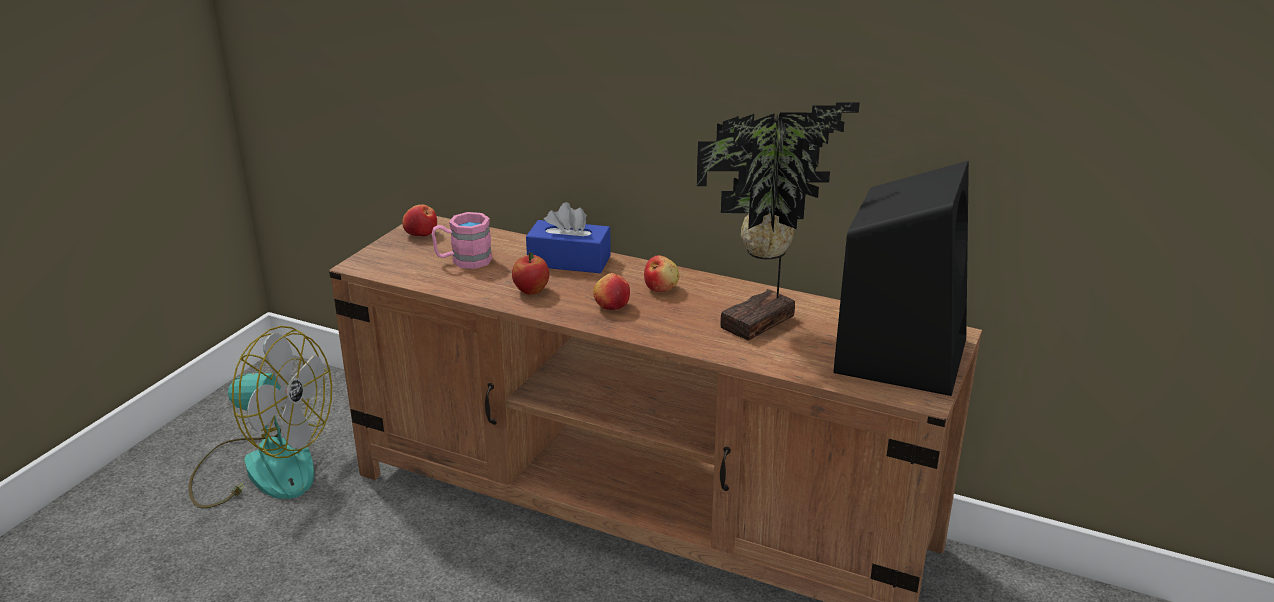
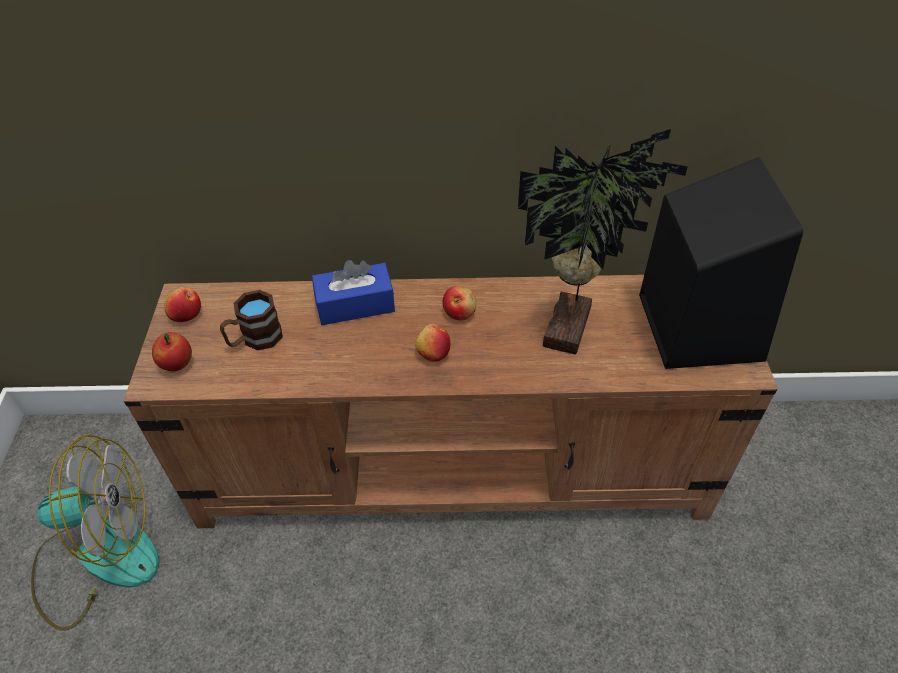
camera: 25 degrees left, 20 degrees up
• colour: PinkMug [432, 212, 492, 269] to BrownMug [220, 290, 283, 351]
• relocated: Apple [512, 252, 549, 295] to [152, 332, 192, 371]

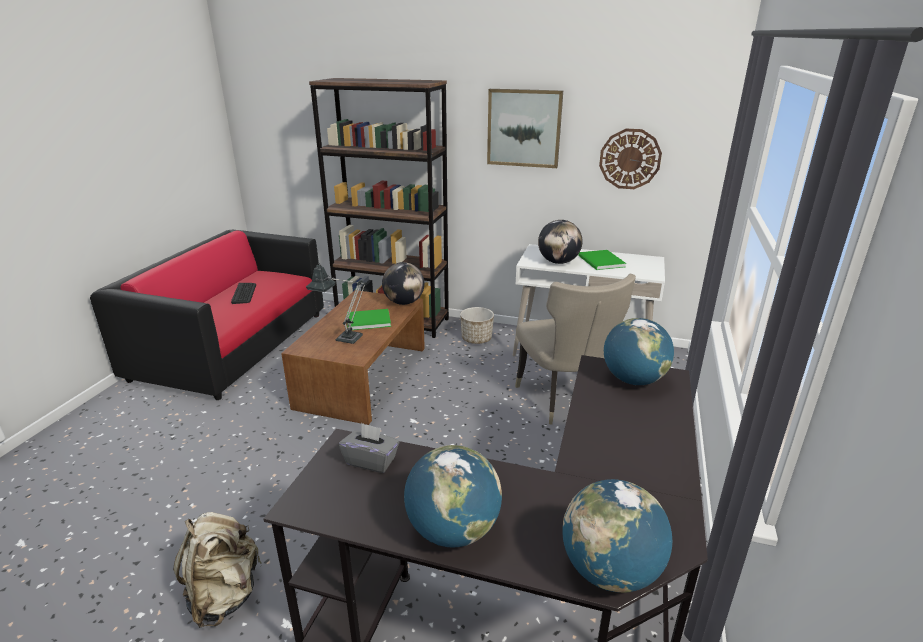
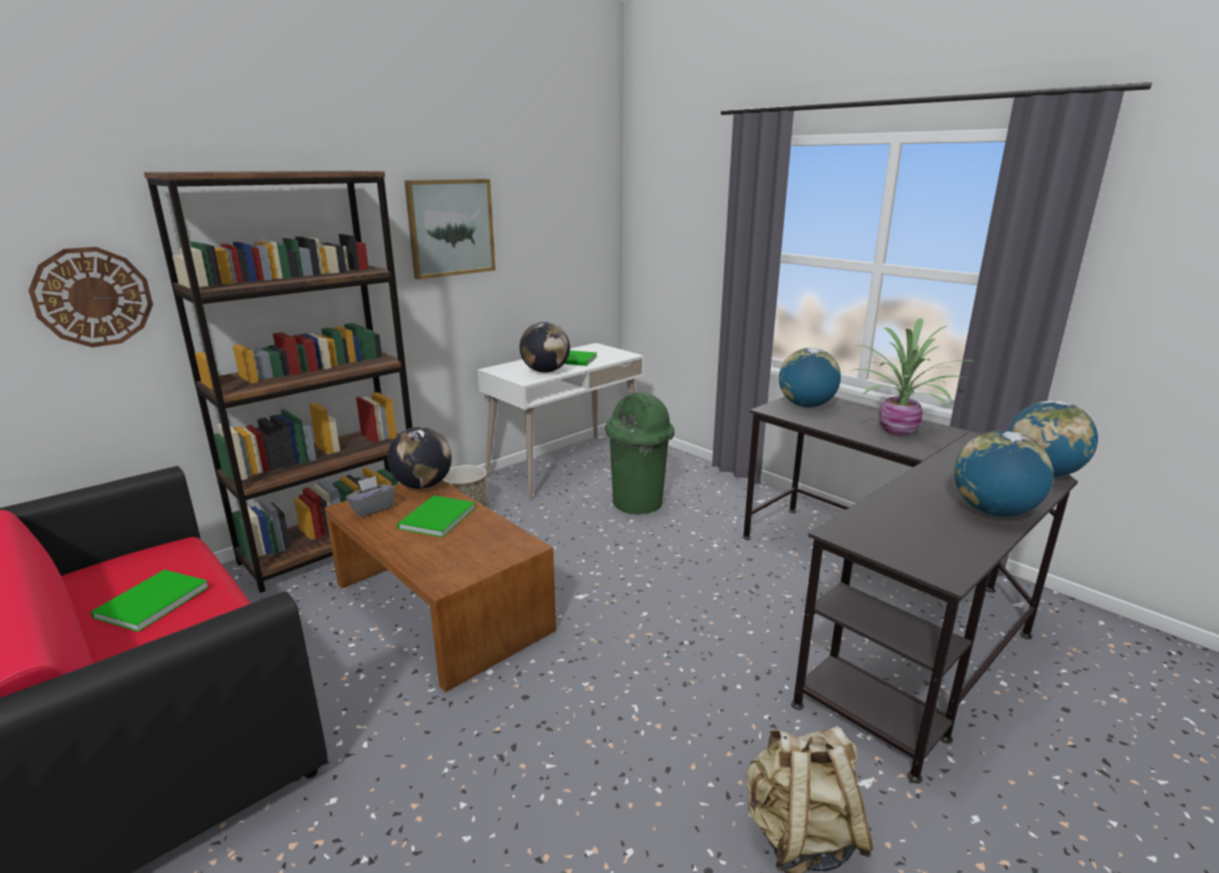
camera: 60 degrees left, 5 degrees down
• exchanged: Keyboard [231, 283, 256, 304] to GreenBook [90, 570, 209, 632]
• missing: TableLamp [306, 263, 366, 344]
• relocated: GreyTissueBox [339, 423, 399, 473] to [346, 476, 395, 517]
• exchanged: BeigeChair [515, 274, 636, 425] to GreenTrashCan [605, 392, 674, 515]
• relocated: WallClock [599, 129, 662, 189] to [28, 247, 153, 347]
• appeared: PottedPlant [850, 318, 975, 436]

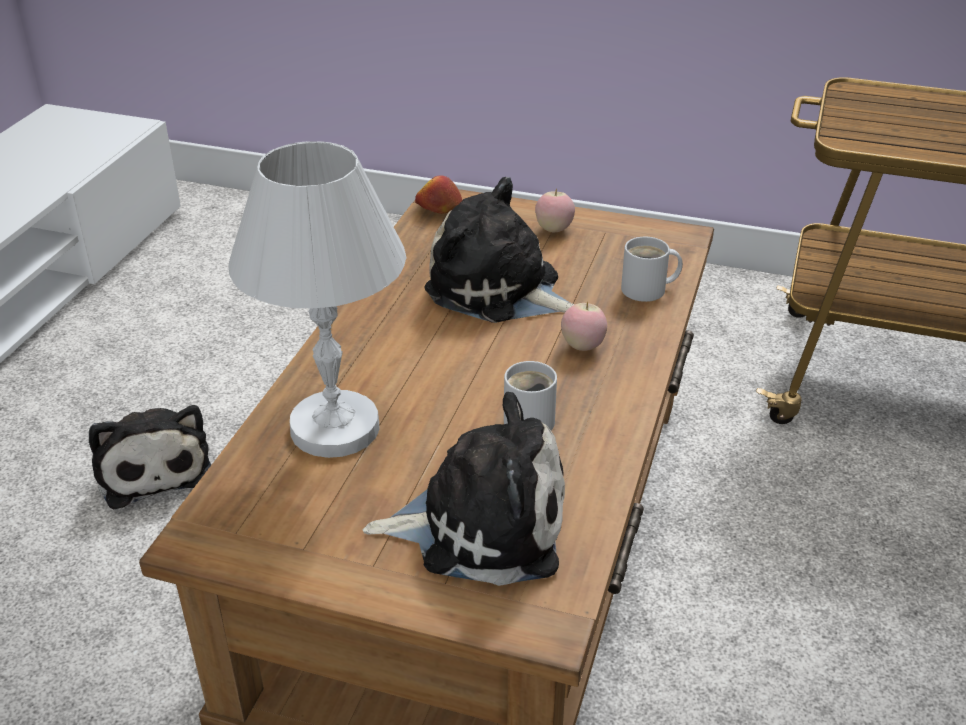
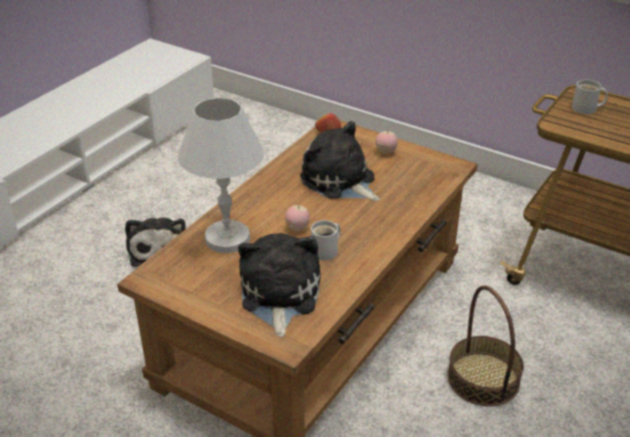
camera: 15 degrees right, 0 degrees up
• spun: PlushToy [363, 392, 565, 586] = [238, 233, 321, 337] 105 degrees counterclockwise
• relocated: Apple [561, 301, 607, 351] to [285, 205, 310, 231]
• relocated: WhiteMug [621, 237, 683, 302] to [572, 80, 608, 114]
• appeared: Basket [447, 285, 524, 406]

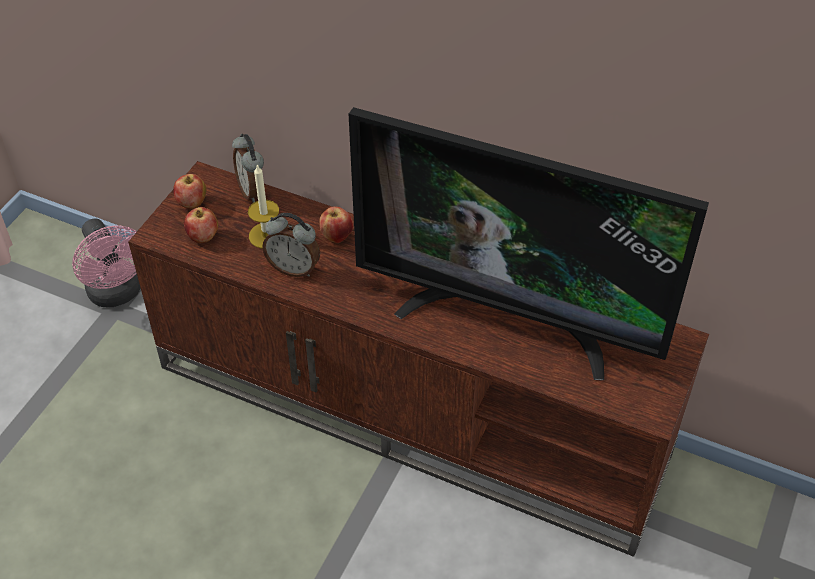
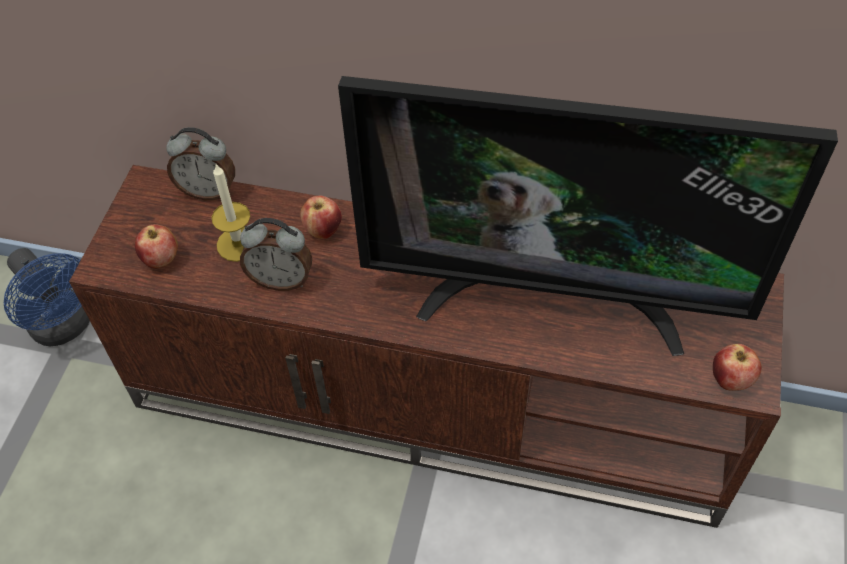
camera: 10 degrees left, 5 degrees up
• colour: PinkFan [72, 218, 140, 307] to BlueFan [4, 248, 90, 346]
• relocated: Apple [173, 174, 206, 209] to [713, 344, 762, 391]
• spun: AlarmClock [232, 134, 264, 203] = [166, 127, 235, 200] 45 degrees counterclockwise

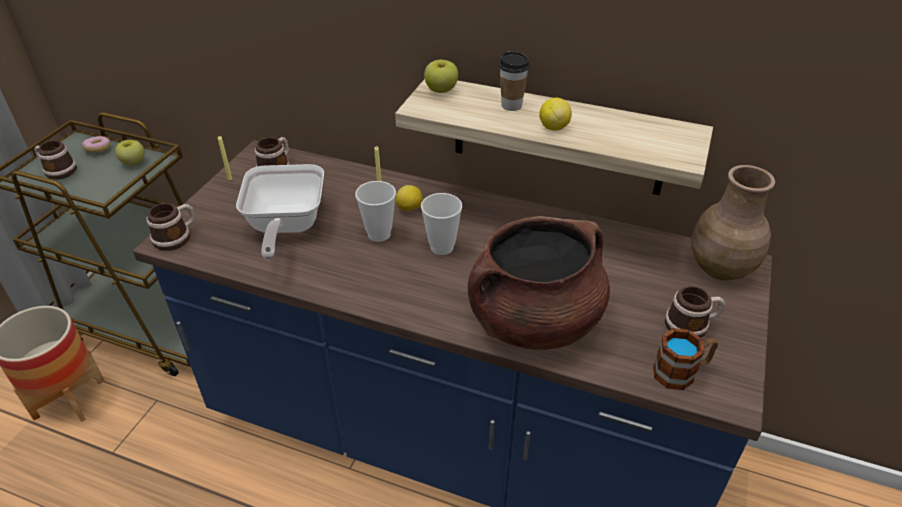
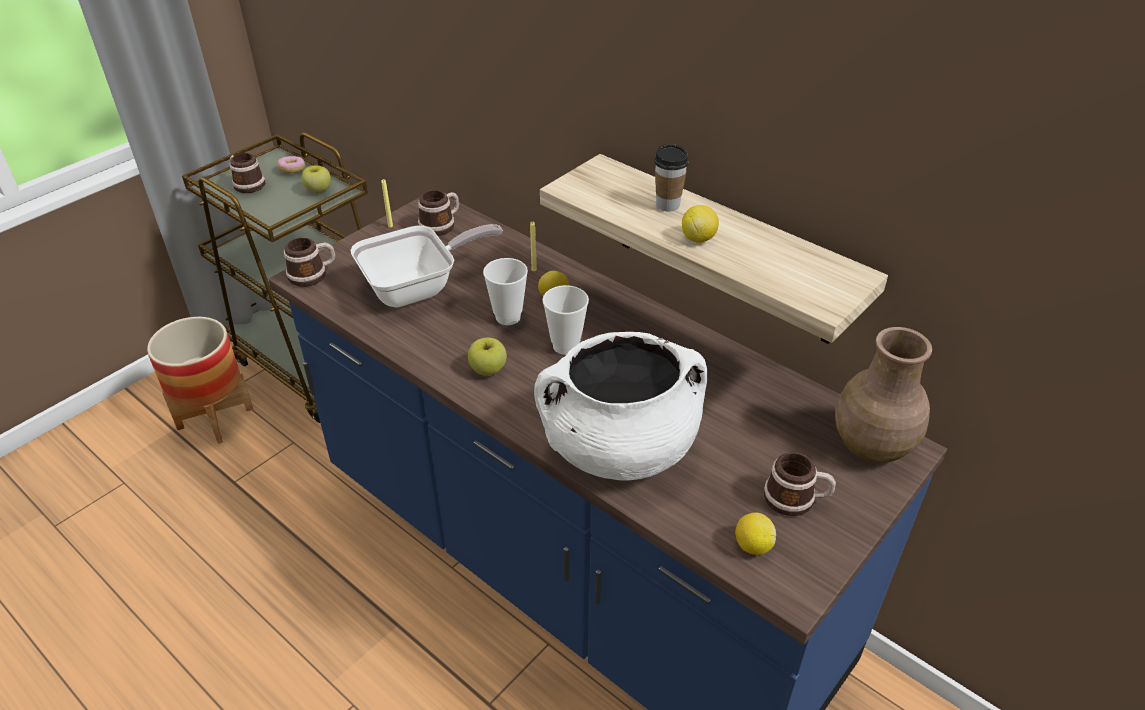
camera: 20 degrees right, 0 degrees up
• spun: FryingPan [236, 164, 324, 260] = [350, 224, 503, 308] 135 degrees counterclockwise
• relocated: Apple [424, 60, 458, 93] to [468, 338, 507, 376]
• colour: BrownCookingPot [468, 216, 610, 350] to WhiteCookingPot [534, 332, 707, 480]
• exchanged: Mug [653, 328, 718, 390] to Lemon [735, 512, 776, 555]

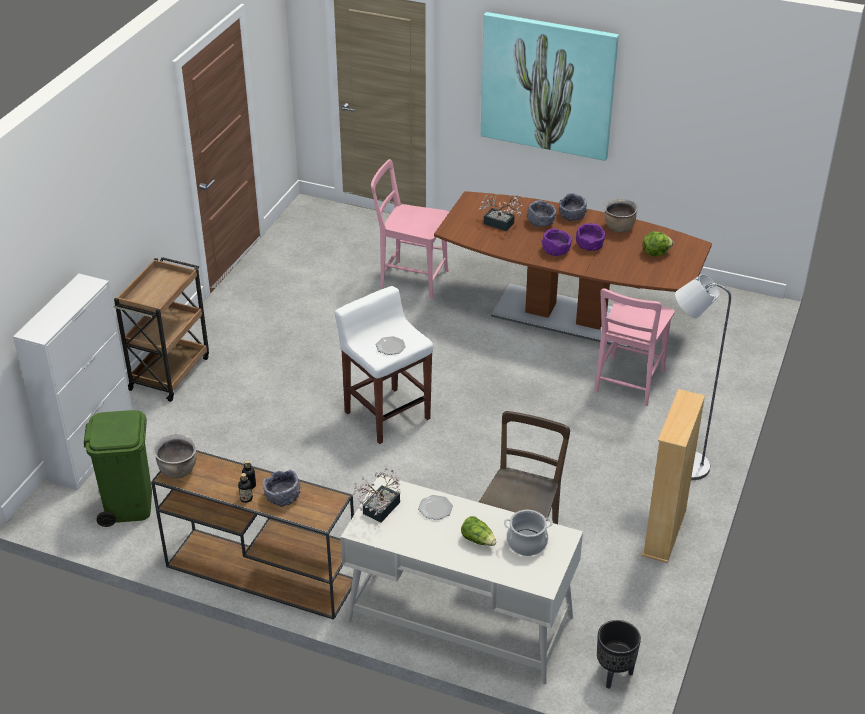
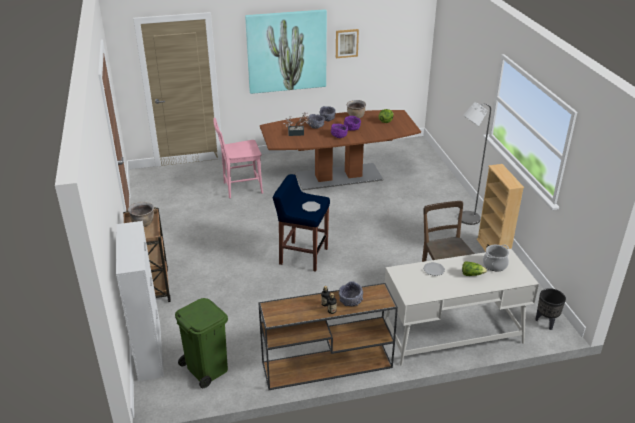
camera: 35 degrees left, 5 degrees down
• relocated: BrownCookingPot [153, 434, 197, 479] to [128, 202, 154, 227]
• colour: WhiteStool [334, 286, 433, 444] to BlueStool [273, 174, 330, 272]
• missing: PottedPlant [353, 468, 401, 522]
• missing: PinkChair [595, 288, 675, 406]
• appeared: Picture [336, 29, 359, 58]

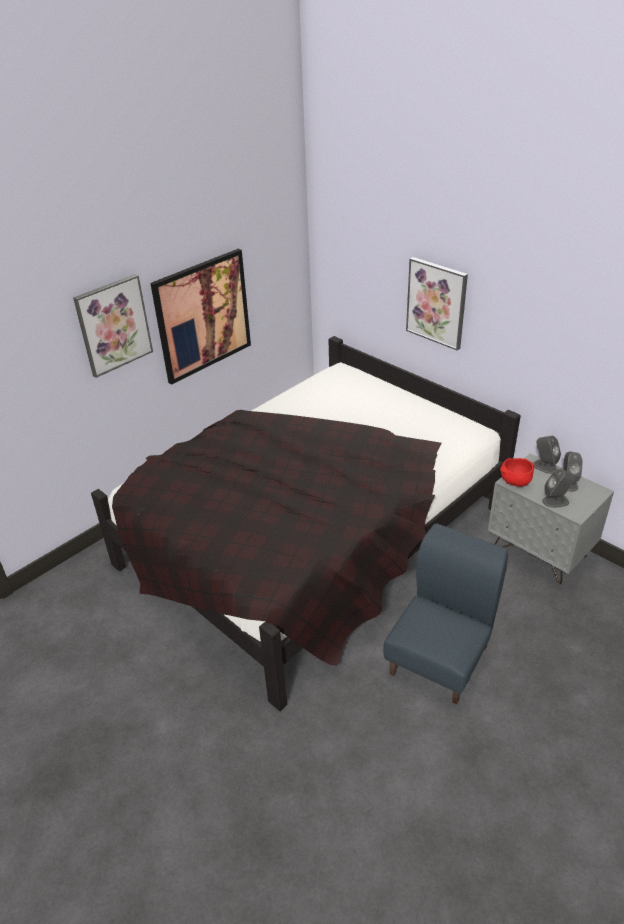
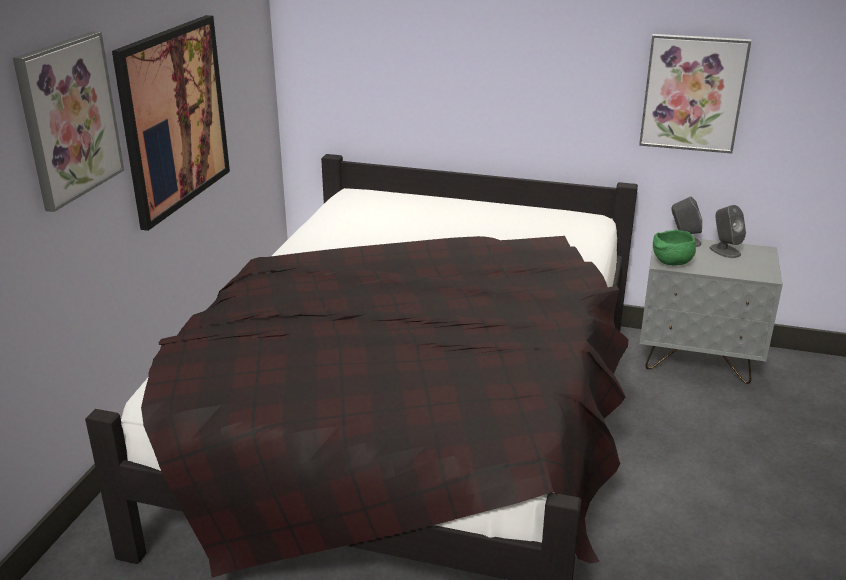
camera: 30 degrees left, 10 degrees down
• missing: BlueChair [383, 524, 508, 704]
• relocated: Picture [406, 257, 468, 350] to [639, 34, 751, 154]
• colour: RedBowl [500, 458, 535, 487] to GreenBowl [653, 229, 696, 265]
• missing: GreySpeaker [542, 469, 575, 508]

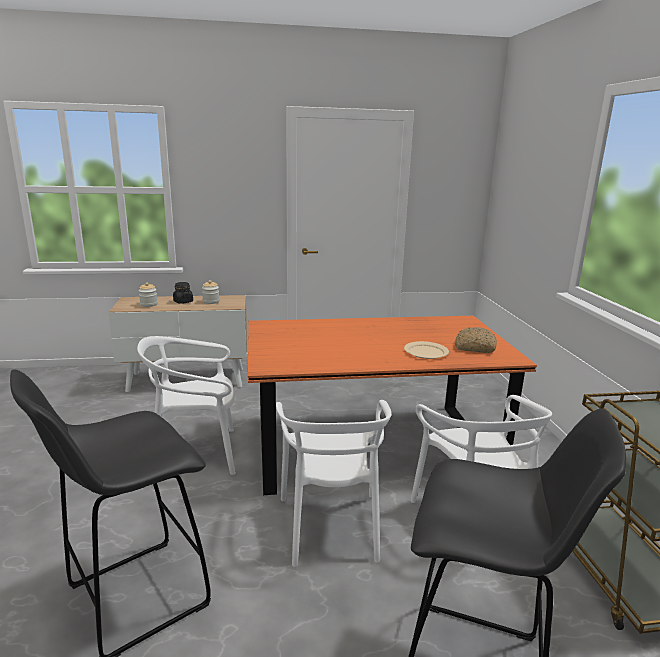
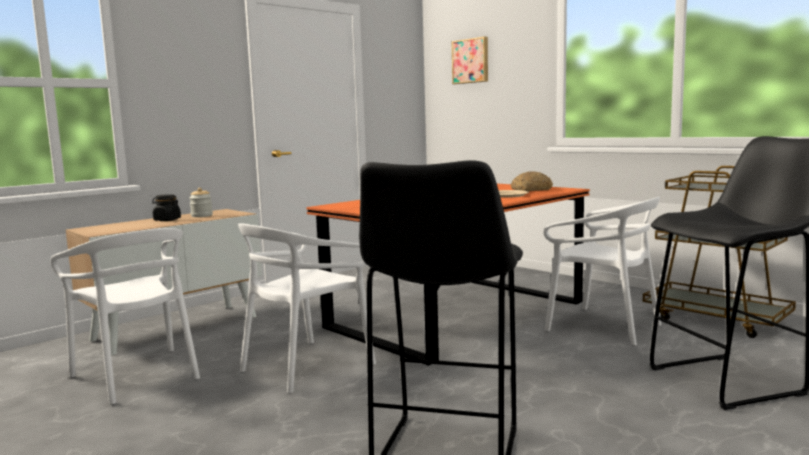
camera: 35 degrees left, 10 degrees down
• missing: Jar [138, 282, 158, 307]
• relocated: WhiteChair [276, 400, 391, 567] to [50, 228, 200, 405]
• appeared: Picture [452, 36, 488, 84]

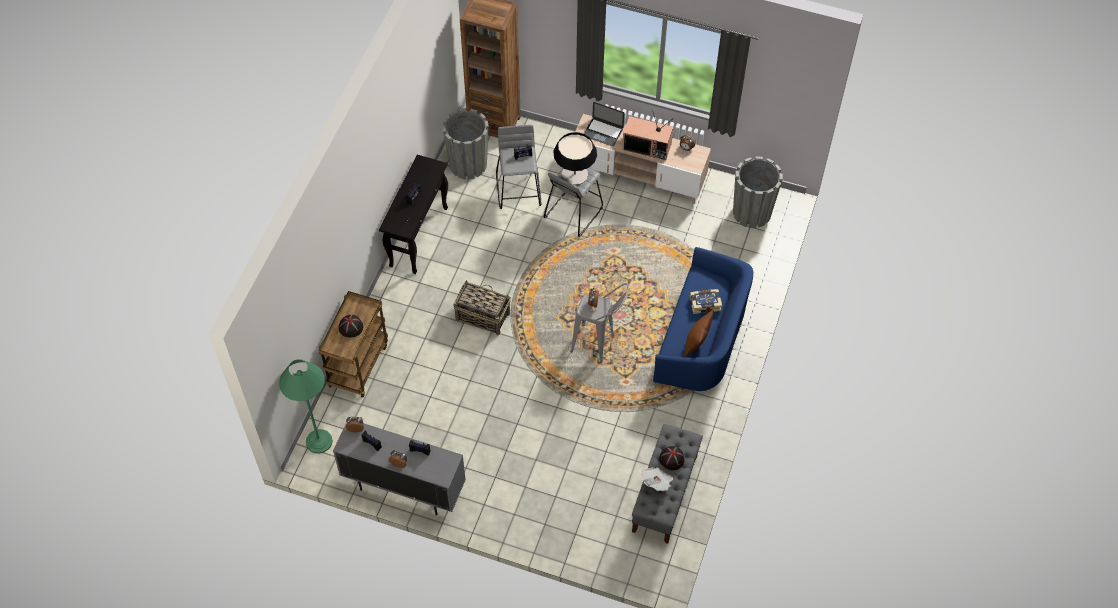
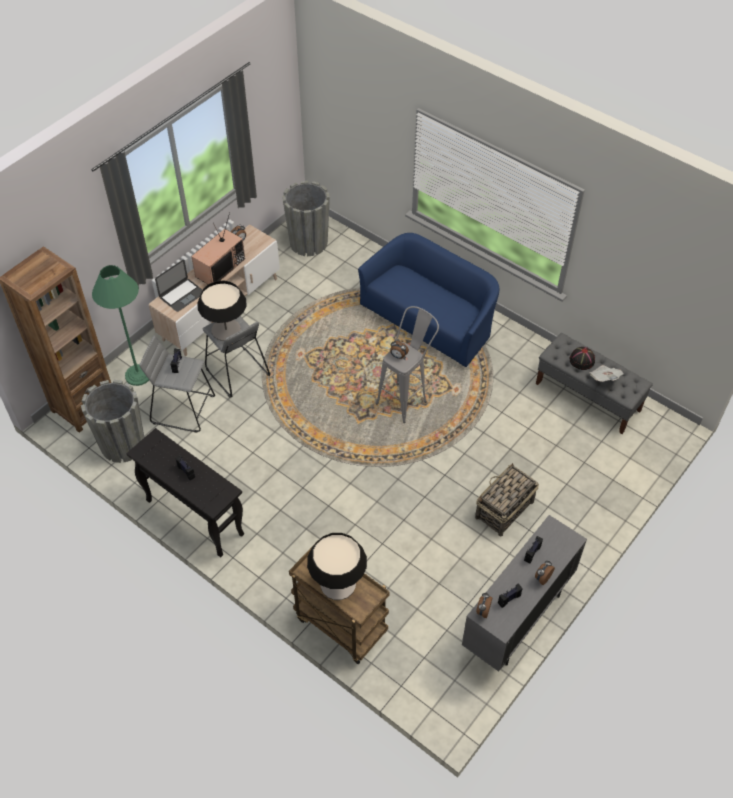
camera: 70 degrees left, 5 degrees down
• relocated: GreenFloorLamp [279, 359, 333, 453] to [92, 265, 149, 386]
• exchanged: BlackHat [339, 315, 363, 338] to TableLamp [307, 533, 367, 600]
• relocated: Basket [453, 280, 511, 335] to [475, 463, 539, 537]
• missing: BrownPillow [684, 309, 714, 357]
• missing: Book [690, 289, 722, 314]

